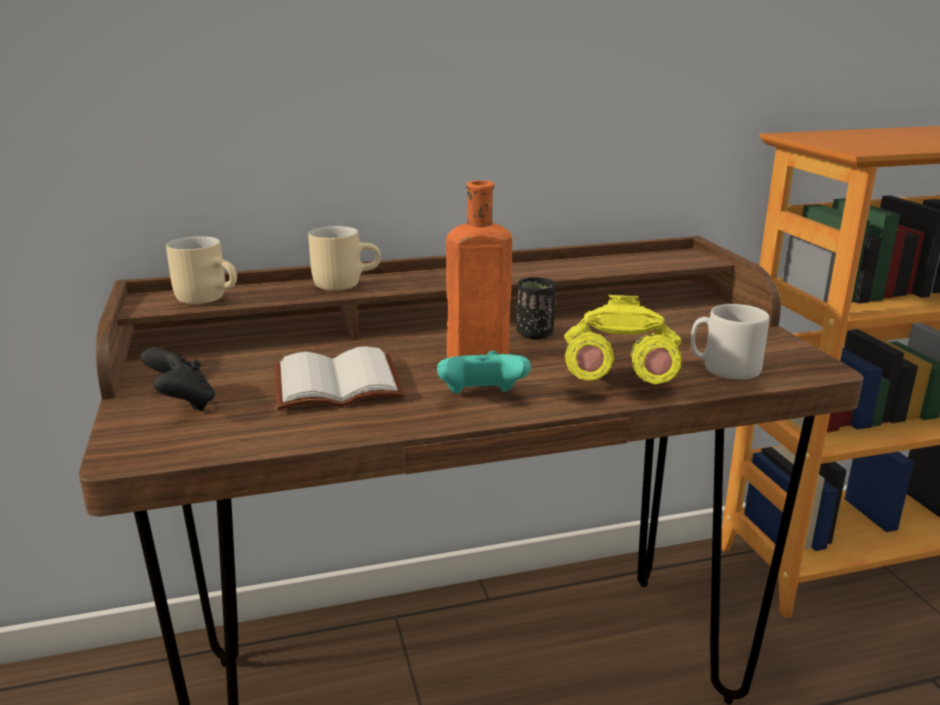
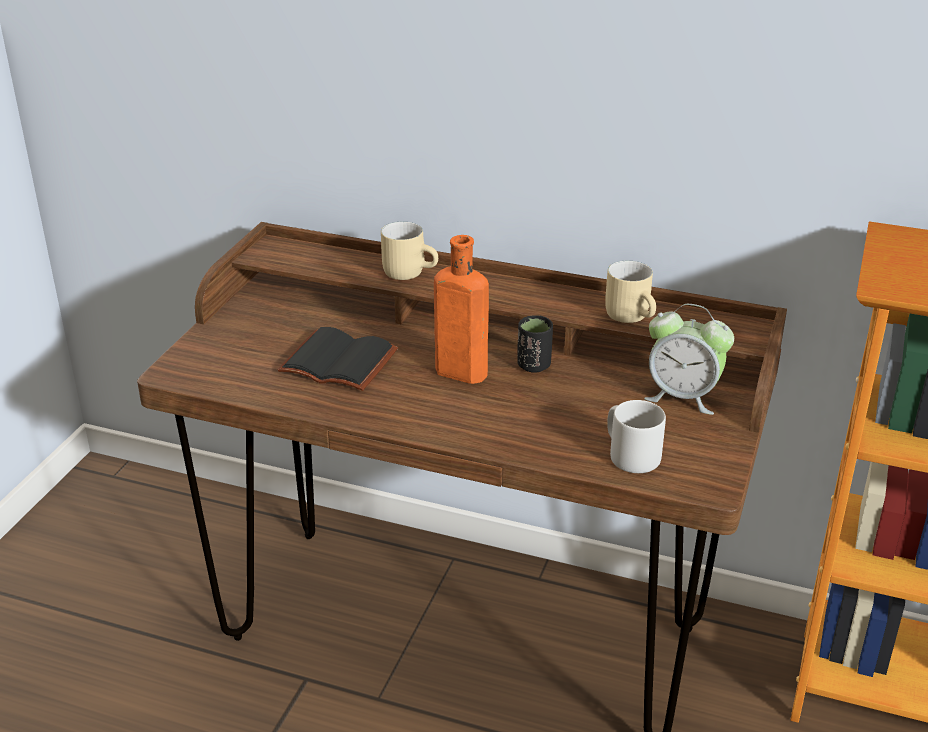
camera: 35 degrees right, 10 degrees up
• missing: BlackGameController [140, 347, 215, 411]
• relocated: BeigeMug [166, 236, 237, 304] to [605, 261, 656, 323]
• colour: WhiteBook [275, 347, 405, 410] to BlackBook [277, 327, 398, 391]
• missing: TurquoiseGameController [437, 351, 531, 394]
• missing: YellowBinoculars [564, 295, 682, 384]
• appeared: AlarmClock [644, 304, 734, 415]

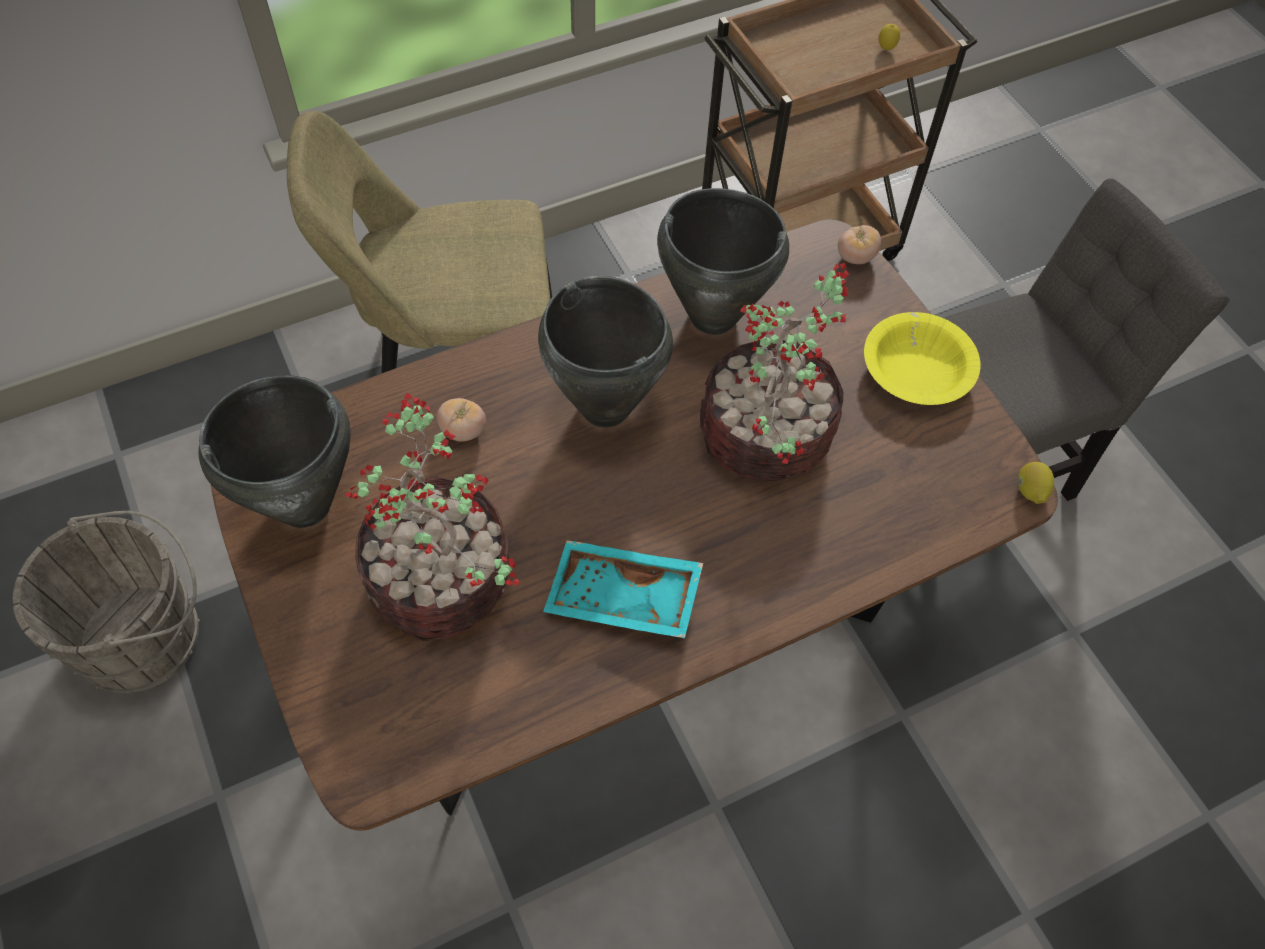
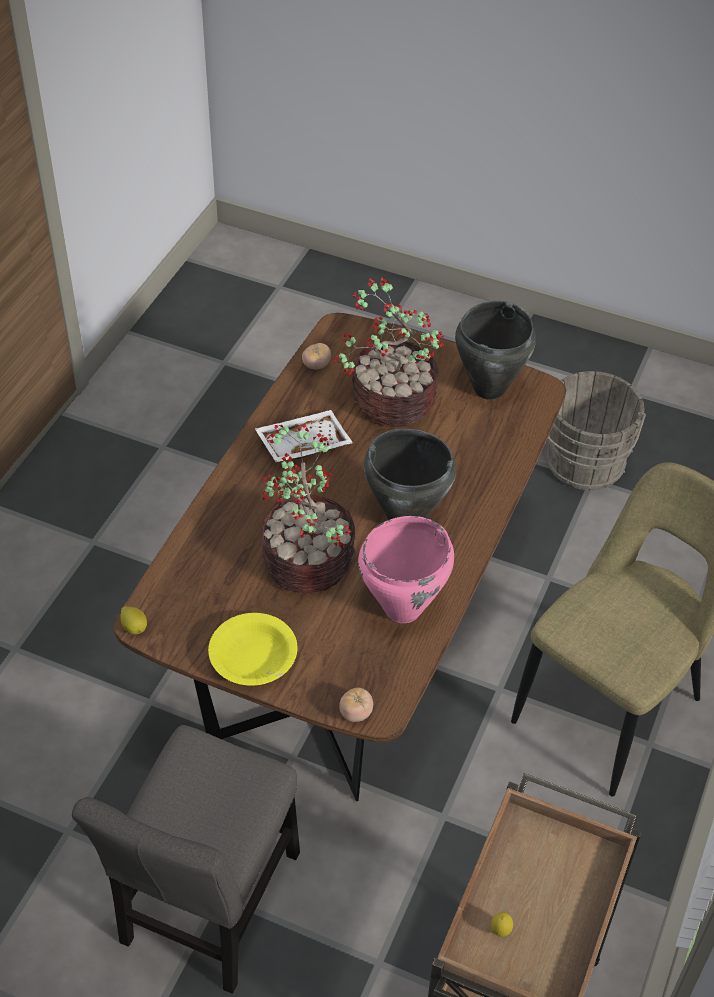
camera: 140 degrees right, 10 degrees down
• relocated: Tomato [437, 398, 486, 442] to [302, 343, 331, 369]
• colour: TurquoiseTray [543, 540, 703, 638] to WhiteTray [255, 410, 353, 462]
• colour: BlackCookingPot [657, 188, 789, 335] to PinkCookingPot [358, 516, 454, 623]

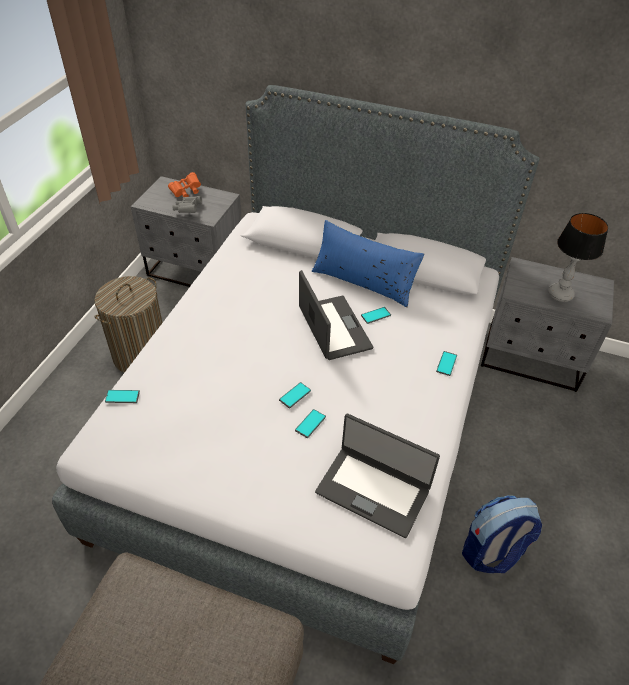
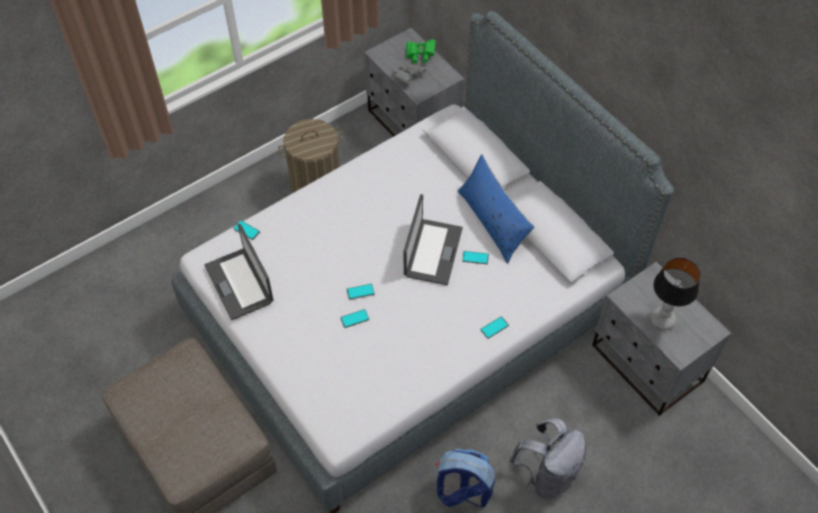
camera: 35 degrees right, 10 degrees up
• colour: OrangeBinoculars [168, 172, 201, 197] to GreenBinoculars [406, 39, 436, 64]
• relocated: Laptop [315, 414, 440, 538] to [204, 224, 274, 320]
• appeared: GreyBackpack [509, 418, 586, 500]

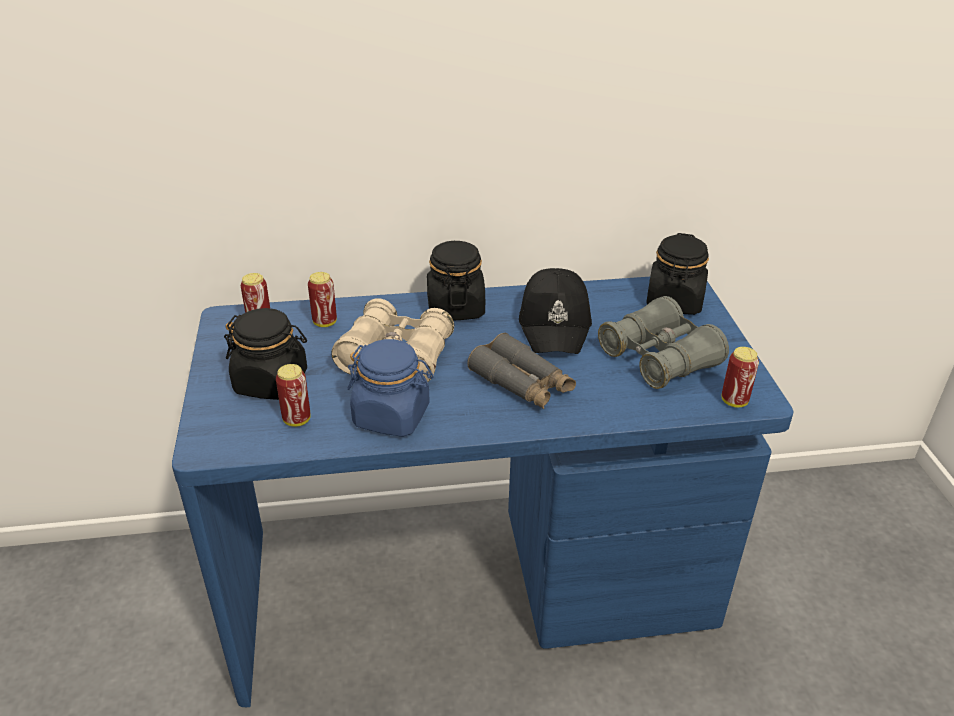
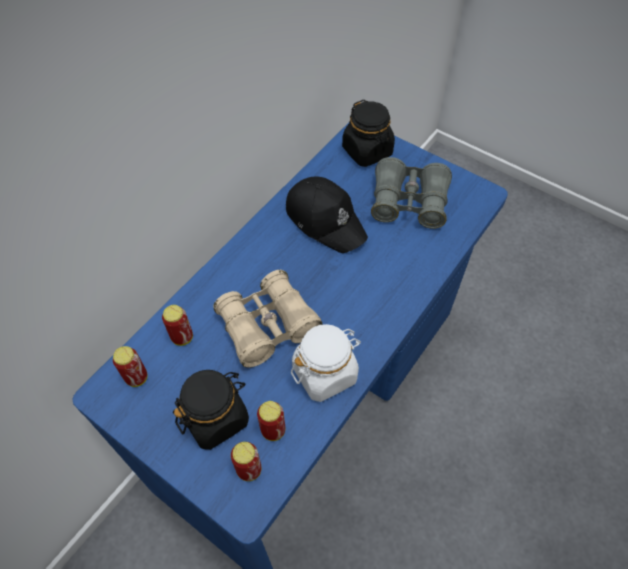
camera: 45 degrees left, 20 degrees up
• colour: BlueJar [348, 339, 434, 437] to WhiteJar [291, 324, 361, 402]
• missing: BlackJar [427, 241, 485, 321]
• missing: GreyBinoculars [467, 333, 576, 409]
• relocated: Can [721, 347, 759, 408] to [231, 442, 261, 481]

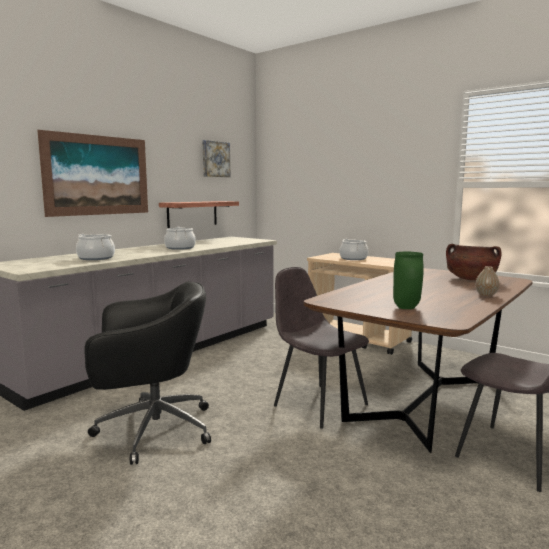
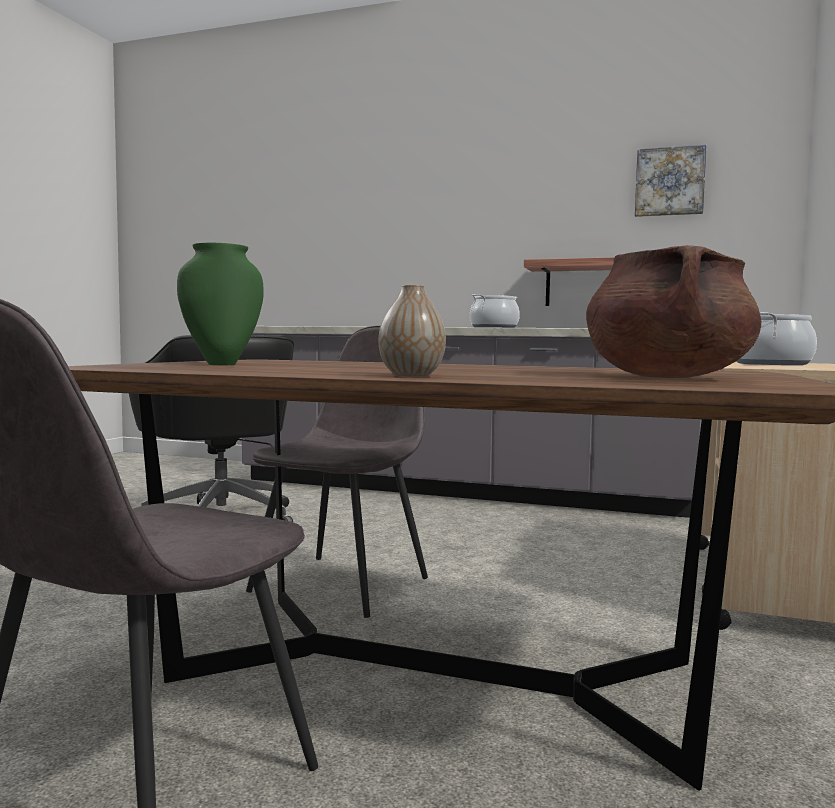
camera: 70 degrees right, 5 degrees down
• missing: Picture [37, 130, 148, 217]
• missing: CookingPot [76, 234, 115, 260]

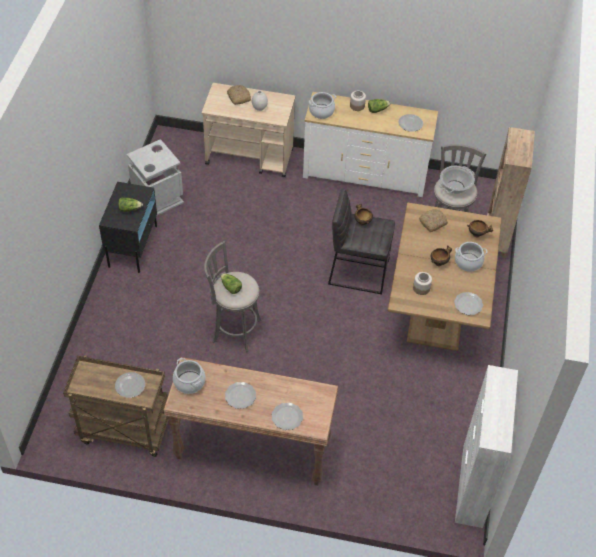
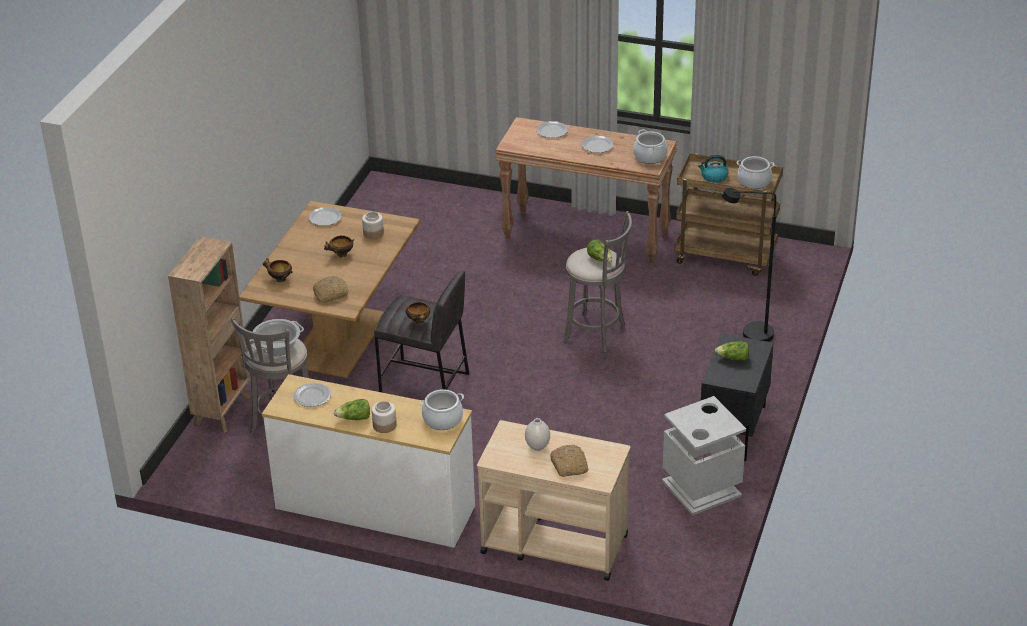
camera: 170 degrees left, 15 degrees down
• exchanged: Plate [115, 372, 145, 398] to Kettle [698, 155, 729, 183]
• relocated: CookingPot [455, 242, 488, 272] to [737, 156, 774, 189]
• missing: WhiteCabinet [455, 365, 518, 528]
• appeared: BlackFloorLamp [722, 188, 776, 342]

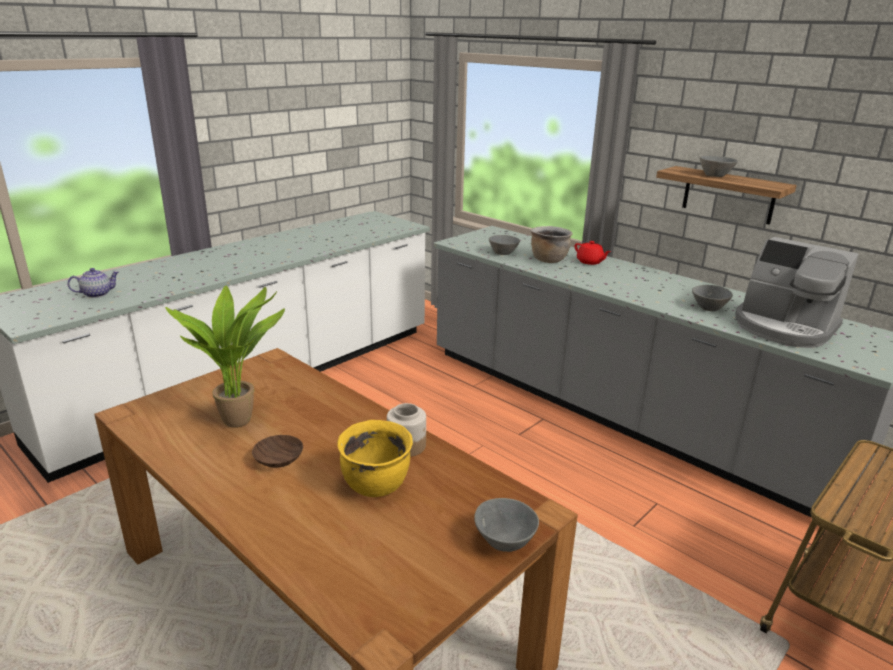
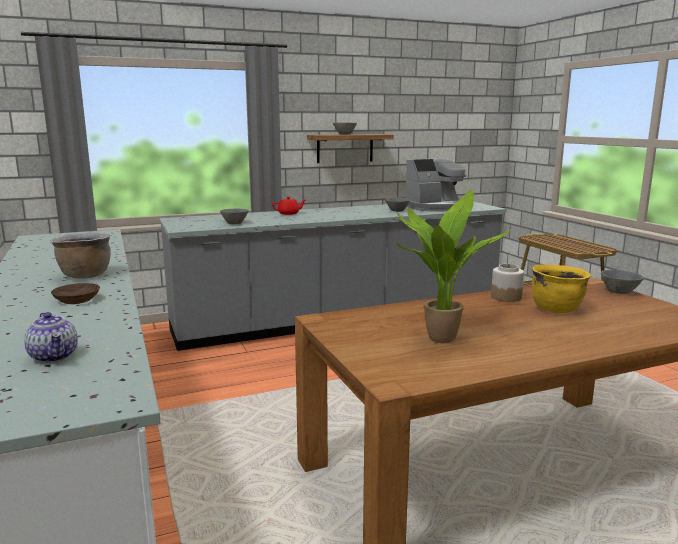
camera: 65 degrees left, 10 degrees down
• spun: Teapot [68, 268, 119, 298] = [24, 312, 78, 363] 150 degrees clockwise
• relocated: BrownBowl [252, 435, 303, 468] to [51, 283, 100, 304]
• relocated: BrownCookingPot [530, 226, 573, 263] to [51, 233, 111, 279]

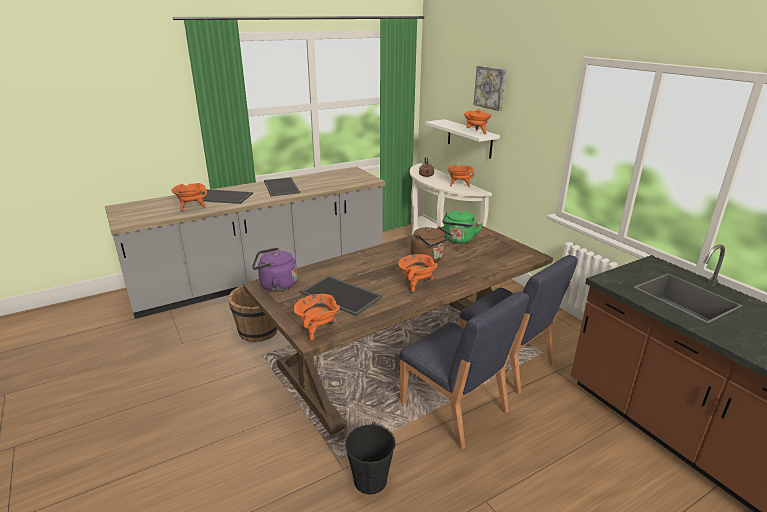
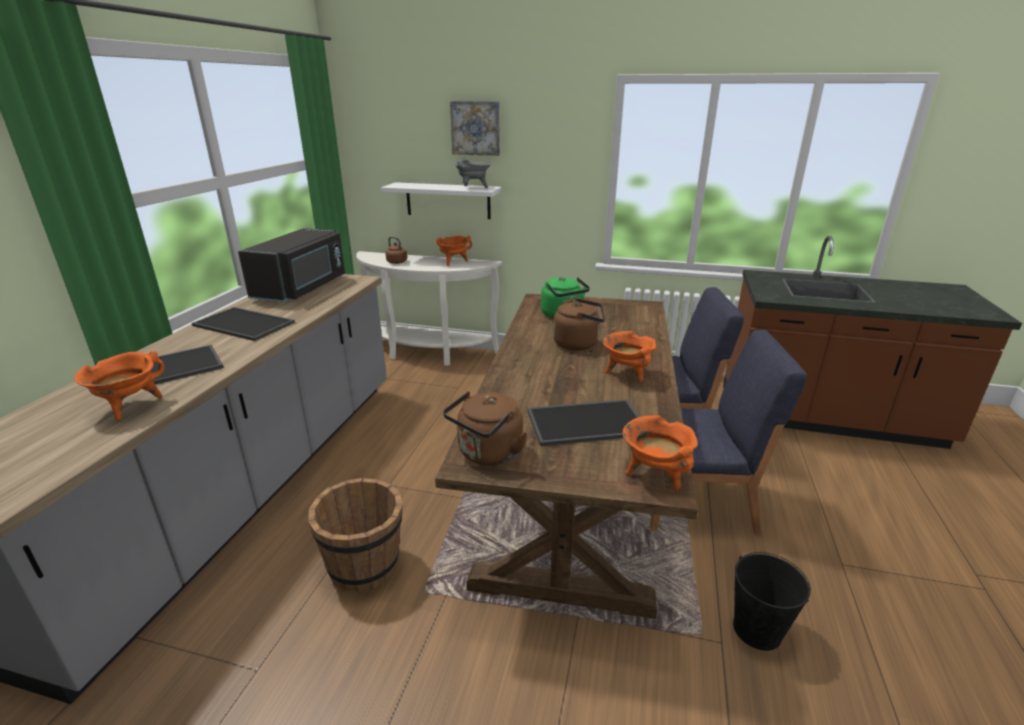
camera: 45 degrees left, 0 degrees up
• colour: PurpleKettle [252, 247, 297, 291] to BrownKettle [443, 391, 528, 465]
• colour: OrangeCookingPot [464, 109, 492, 134] to GreyCookingPot [455, 157, 491, 188]
• appeared: BlackMicrowave [238, 228, 345, 302]

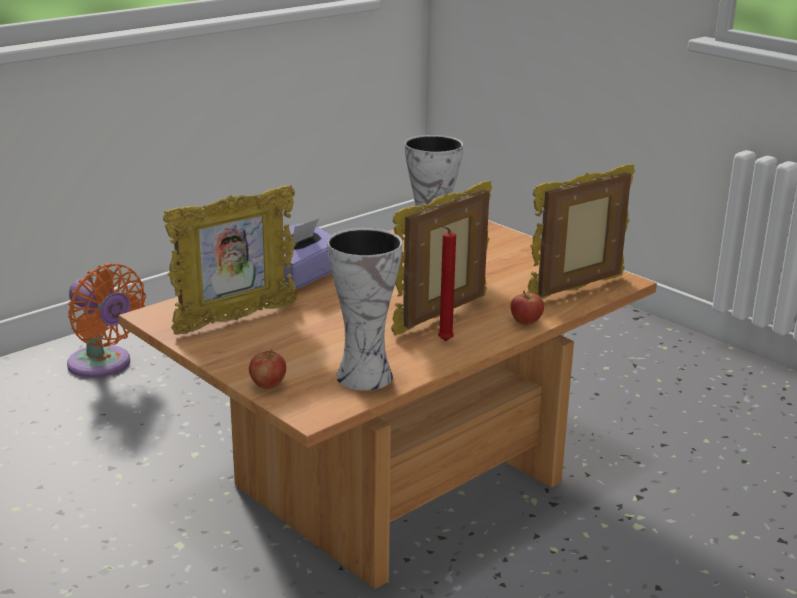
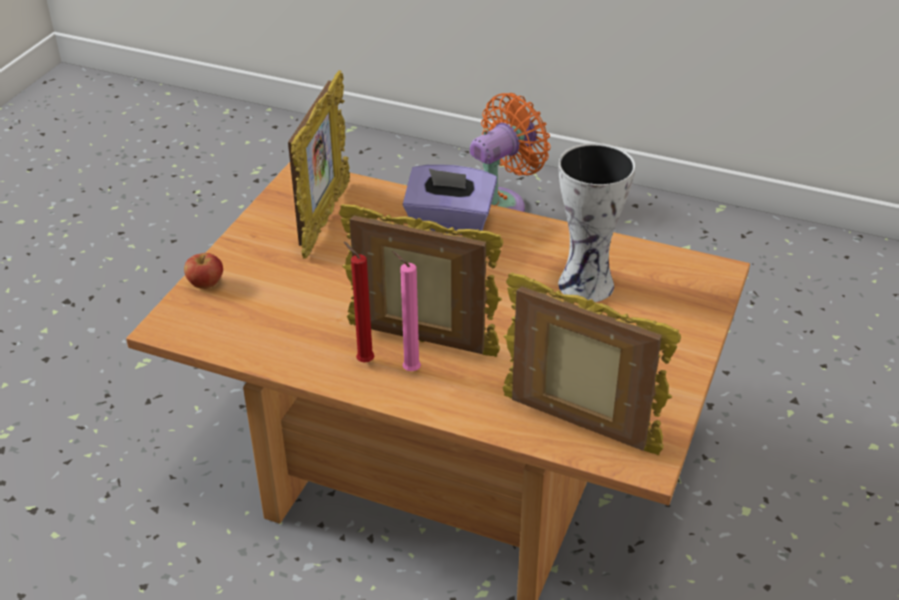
camera: 65 degrees right, 15 degrees up
• spun: OrangeFan [67, 263, 146, 378] = [470, 93, 551, 212] 150 degrees counterclockwise
• spun: PictureFrame [163, 185, 298, 335] = [288, 70, 350, 258] 105 degrees counterclockwise
• missing: Vase [327, 228, 402, 391]
• missing: Apple [510, 291, 544, 325]
• appeared: PinkCandle [392, 251, 421, 371]

